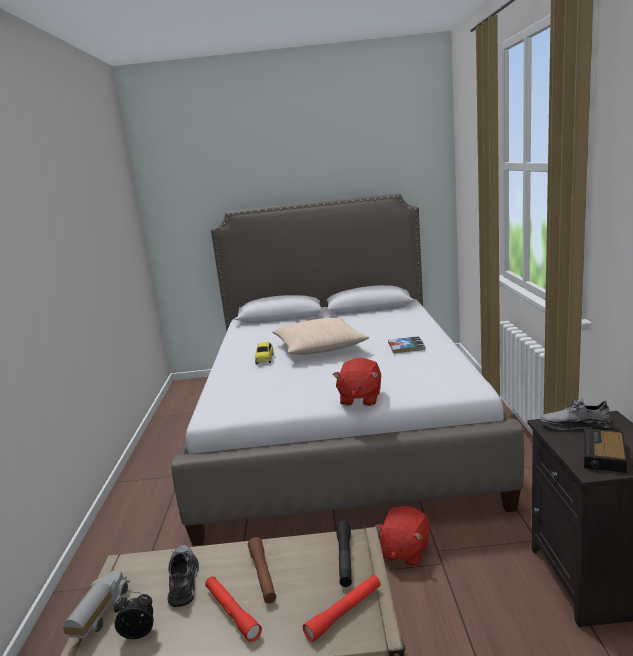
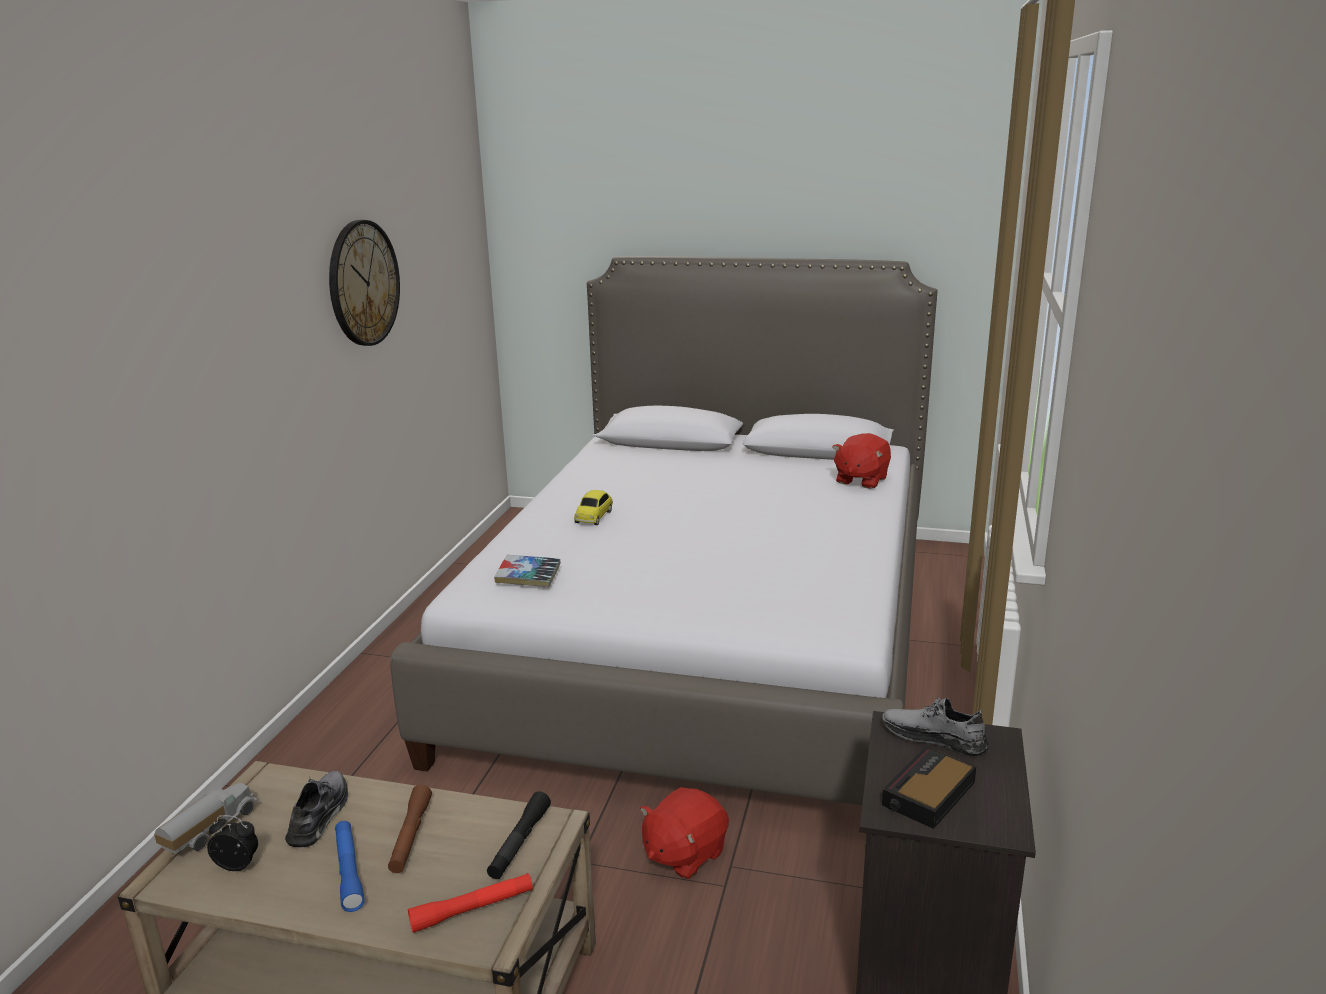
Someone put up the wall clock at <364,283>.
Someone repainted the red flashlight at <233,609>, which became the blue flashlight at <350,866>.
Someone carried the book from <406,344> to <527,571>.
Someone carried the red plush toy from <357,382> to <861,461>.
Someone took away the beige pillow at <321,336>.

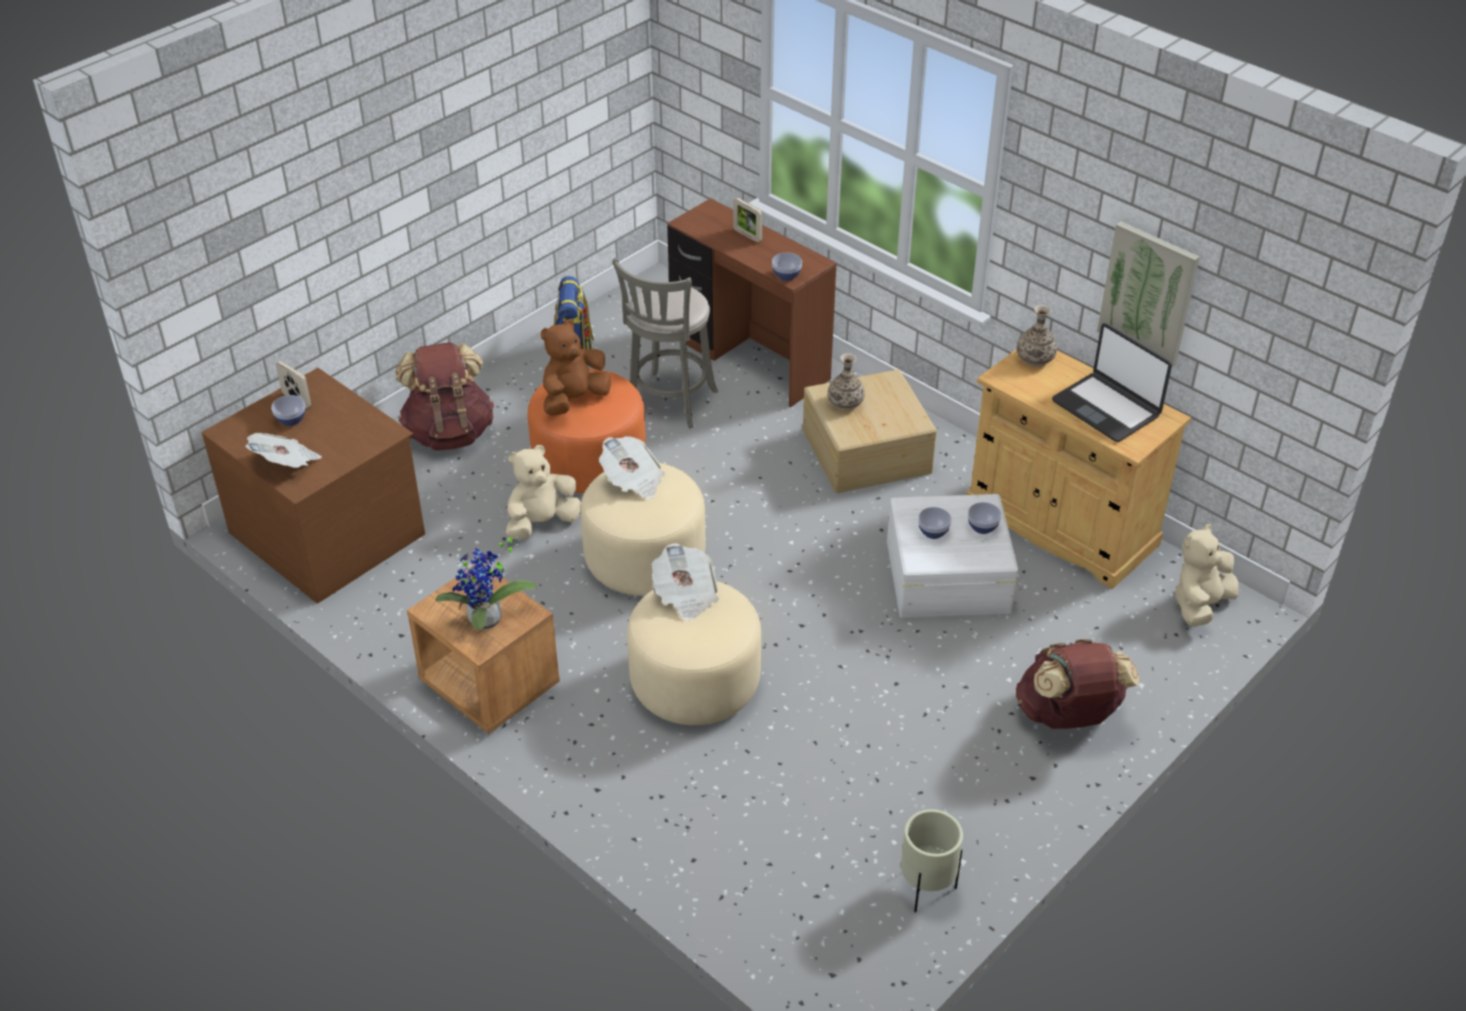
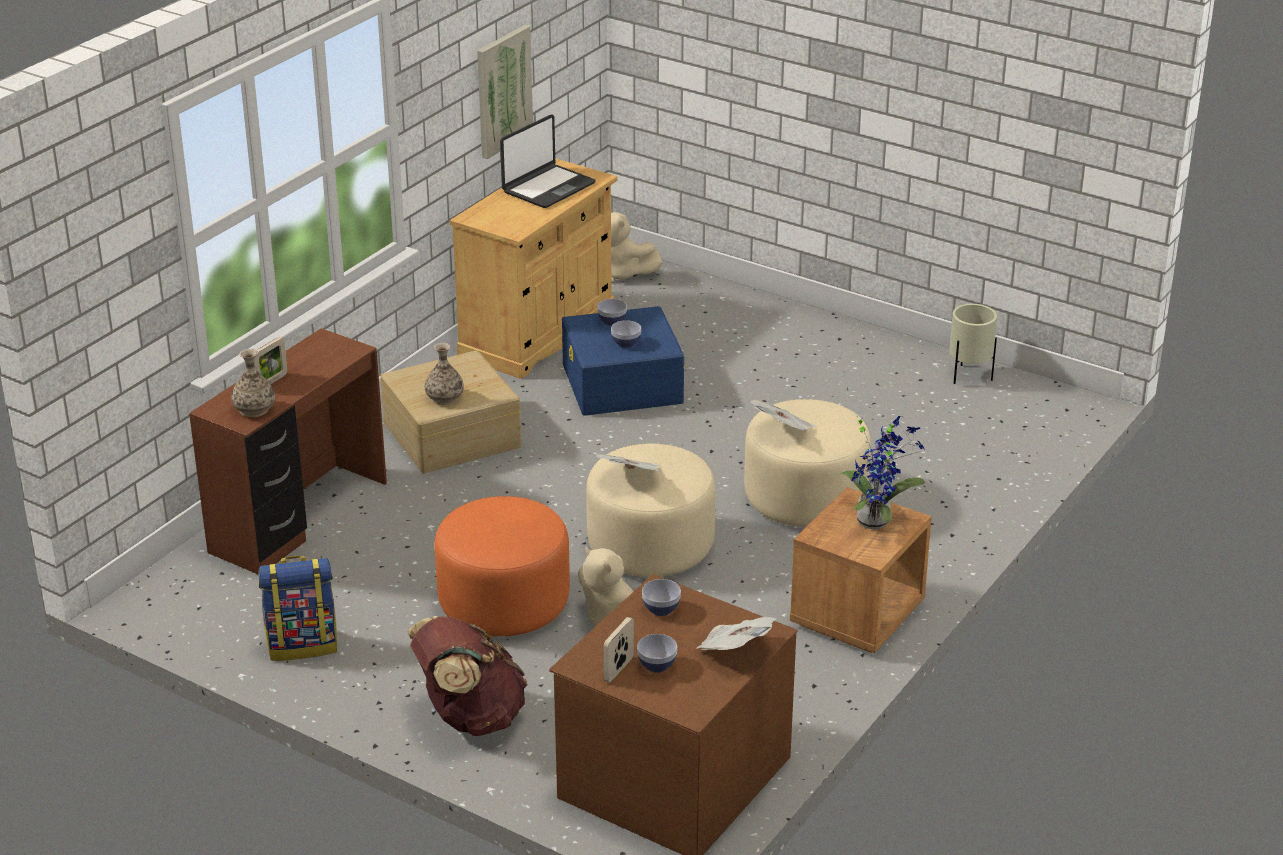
Someone carried the vase from <1036,336> to <253,383>.
Someone repainted the white storage box at <952,556>, which became the blue storage box at <623,361>.
Someone carried the bowl from <787,266> to <661,597>.
Someone took away the brown plush toy at <576,367>.
Someone took away the grey stool at <665,343>.
Someone took away the brown backpack at <1077,684>.

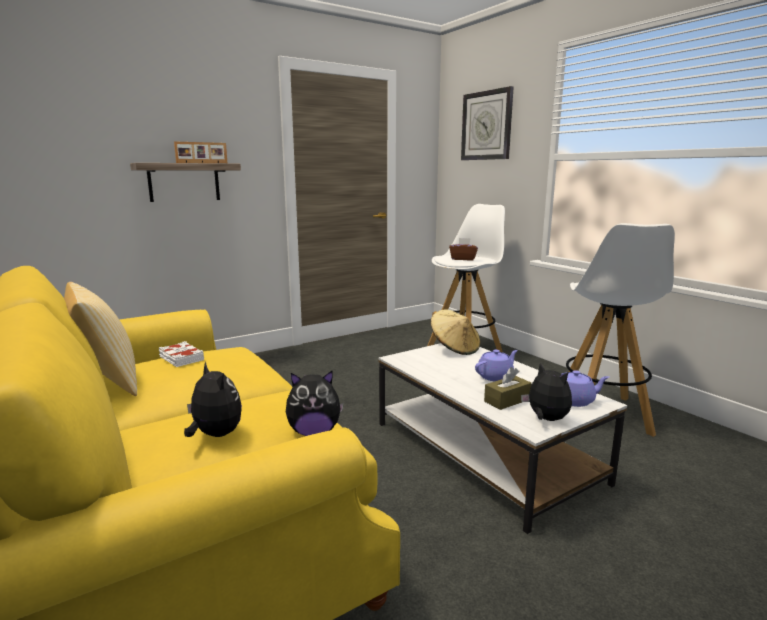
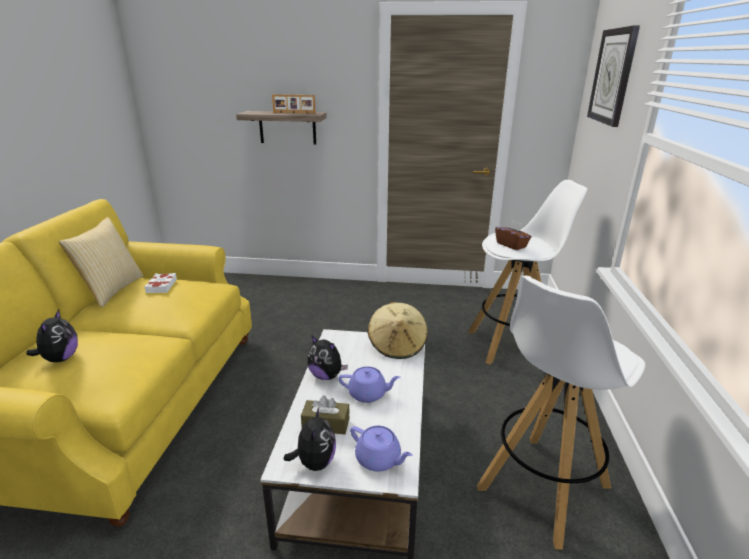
Someone carried the plush toy from <315,403> to <327,358>.

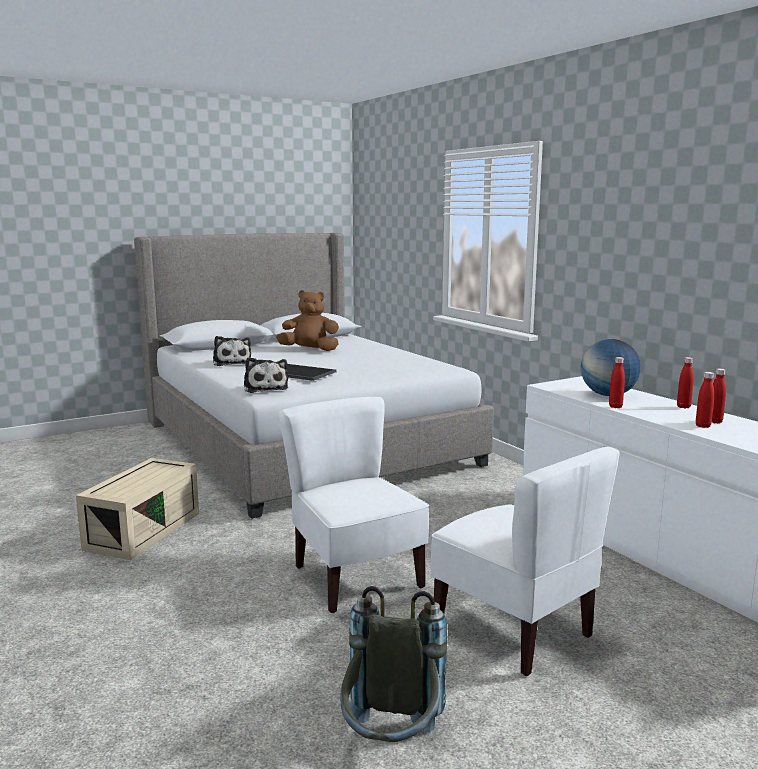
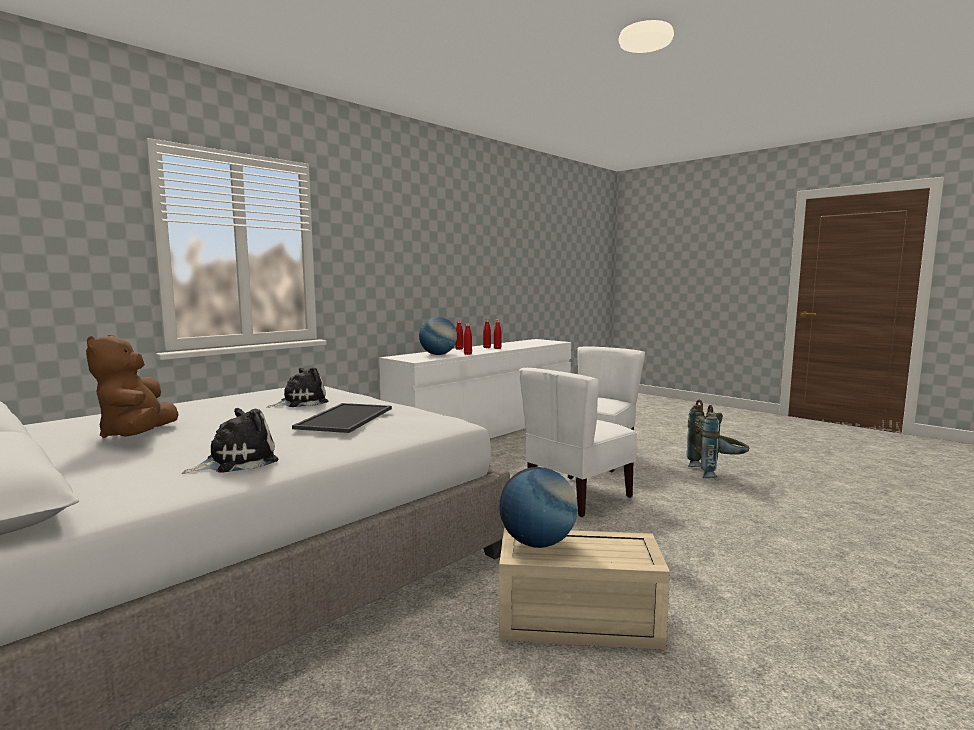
Someone carried the plush toy from <266,375> to <297,387>.
Someone put down the globe at <538,507>.

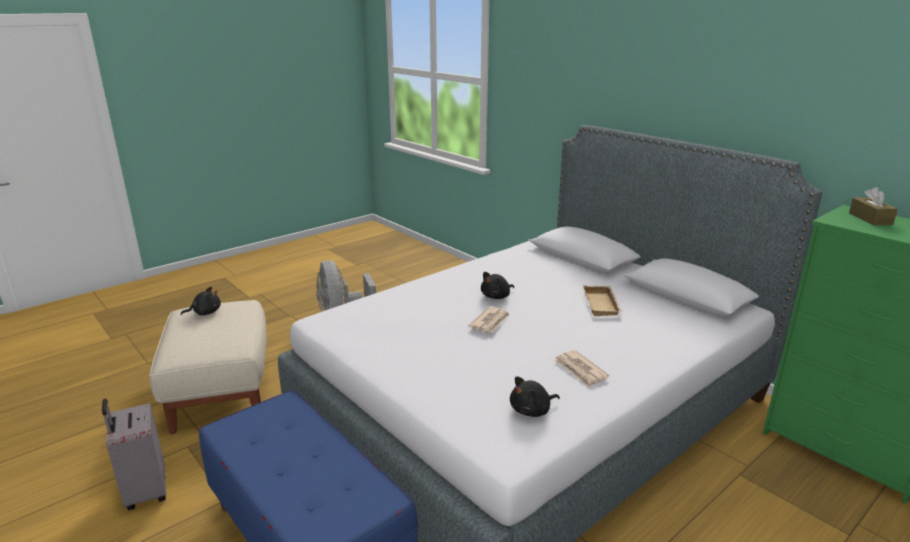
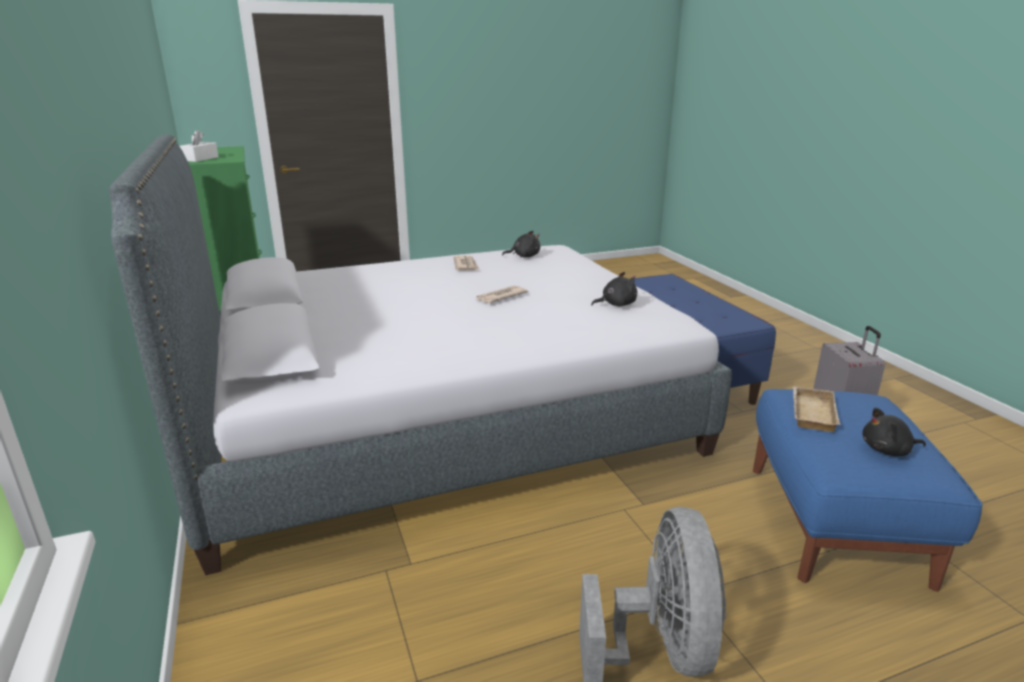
Someone repainted the brown tissue box at <873,206>, which became the white tissue box at <199,146>.
Someone carried the black plush toy from <497,285> to <614,289>.
Someone repainted the beige ottoman at <207,367>, which became the blue ottoman at <867,490>.
Someone carried the beige tray from <603,300> to <816,409>.

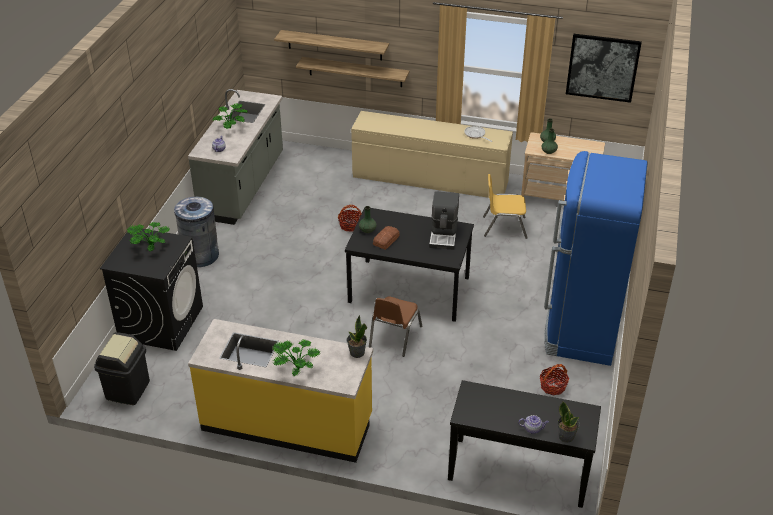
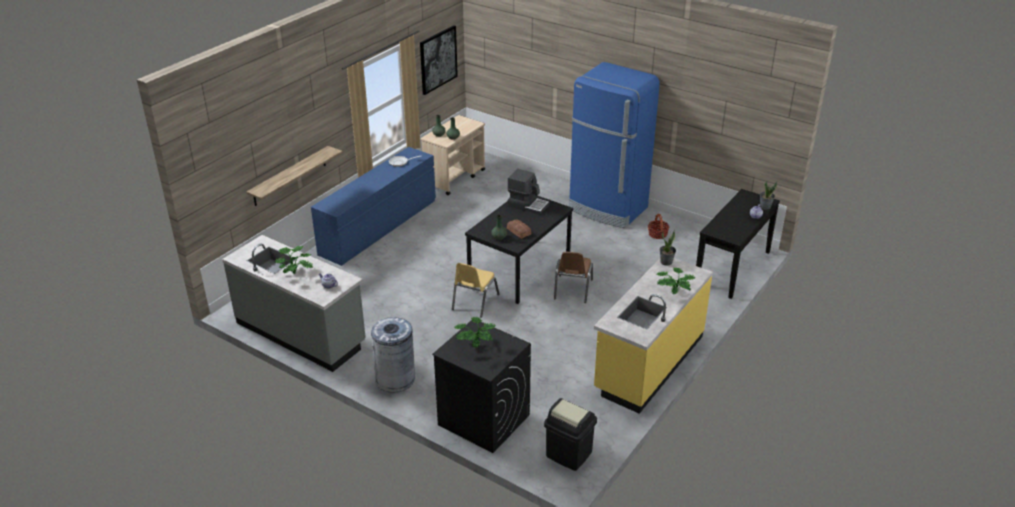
Someone repainted the beige dresser at <432,154>, which became the blue dresser at <373,206>.
Someone carried the yellow chair from <505,206> to <476,290>.
Someone rotated the brown chair at <395,327> by 60 degrees clockwise.
Someone took away the shelf at <331,45>.
Someone took away the basket at <349,218>.

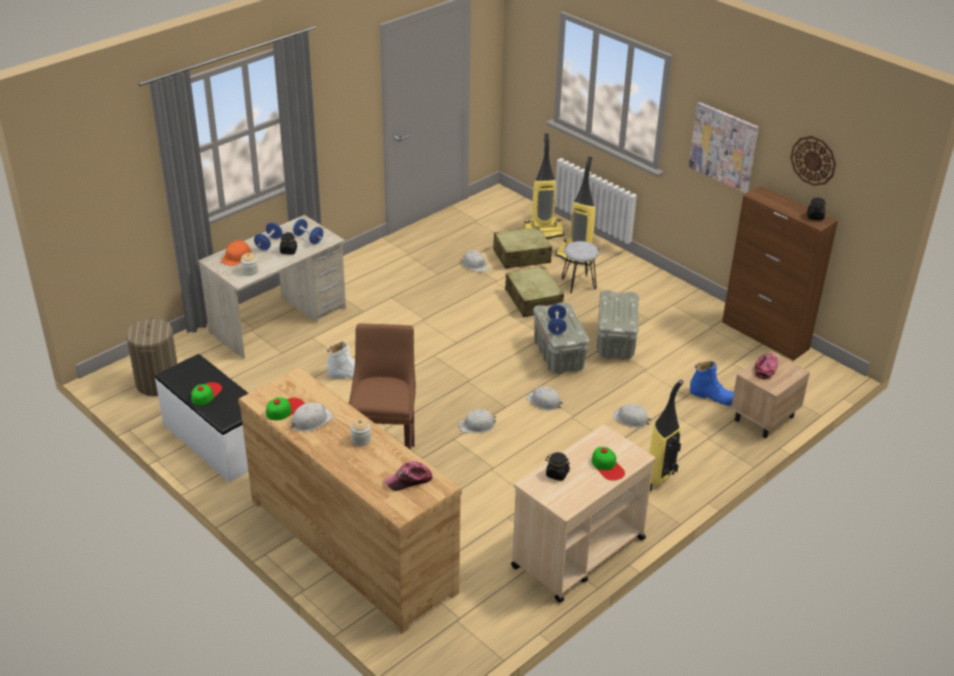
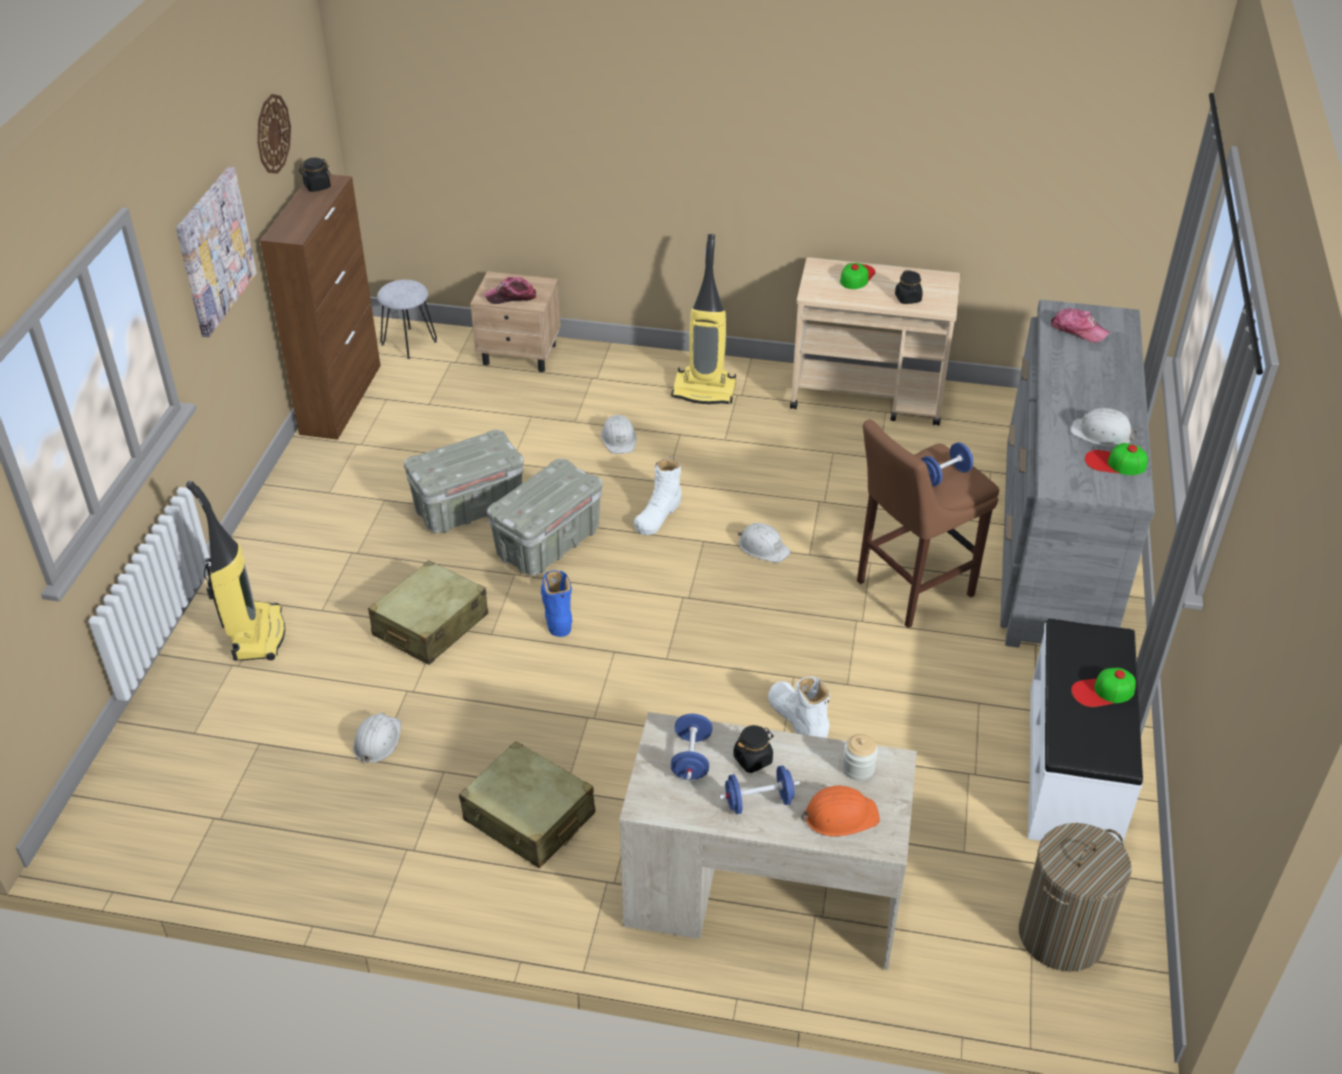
Someone carried the grey stool from <580,267> to <407,319>.
Someone carried the beige suitcase from <522,248> to <527,804>.
Someone carried the blue boot from <712,383> to <556,603>.
Someone swapped the white hard hat at <544,398> for the white boot at <658,496>.
Someone carried the blue dumbbell from <557,319> to <947,464>.
Someone repainted the brown dresser at <350,500>, which became the grey dresser at <1077,474>.
Someone took away the jar at <361,432>.
Someone took away the vacuum cleaner at <544,186>.

